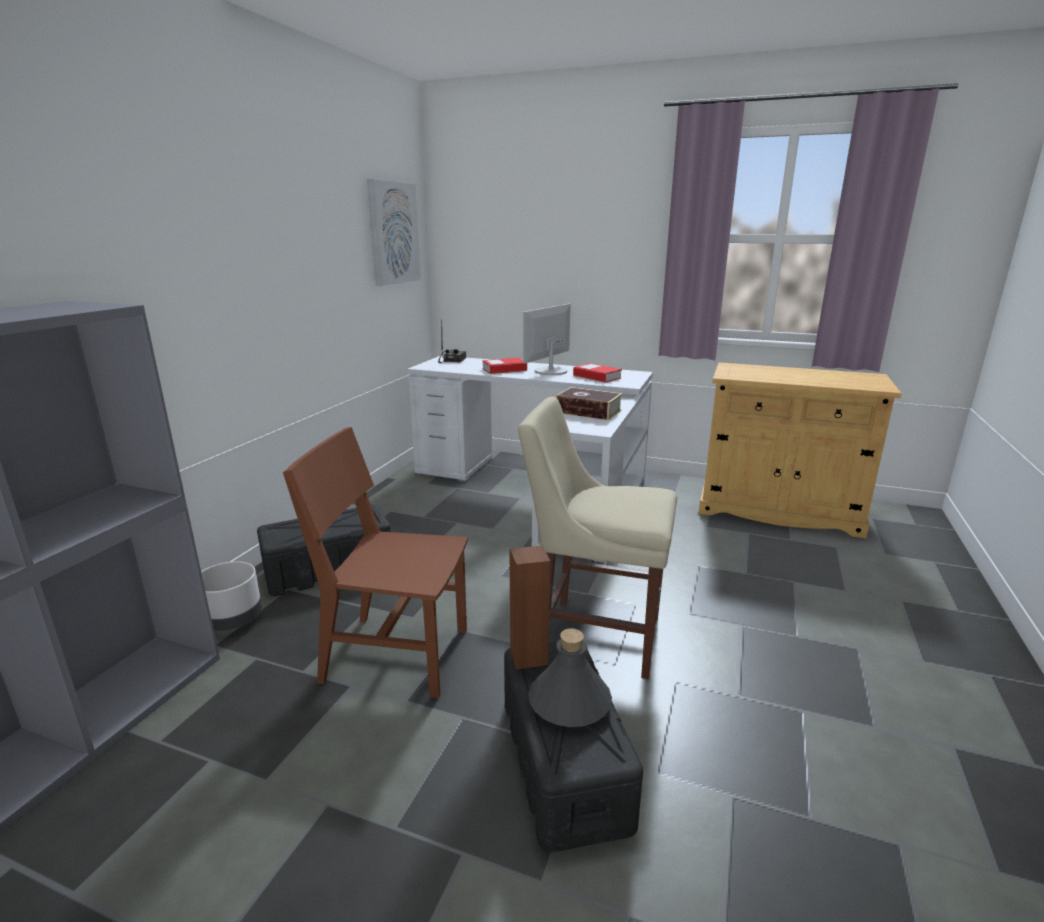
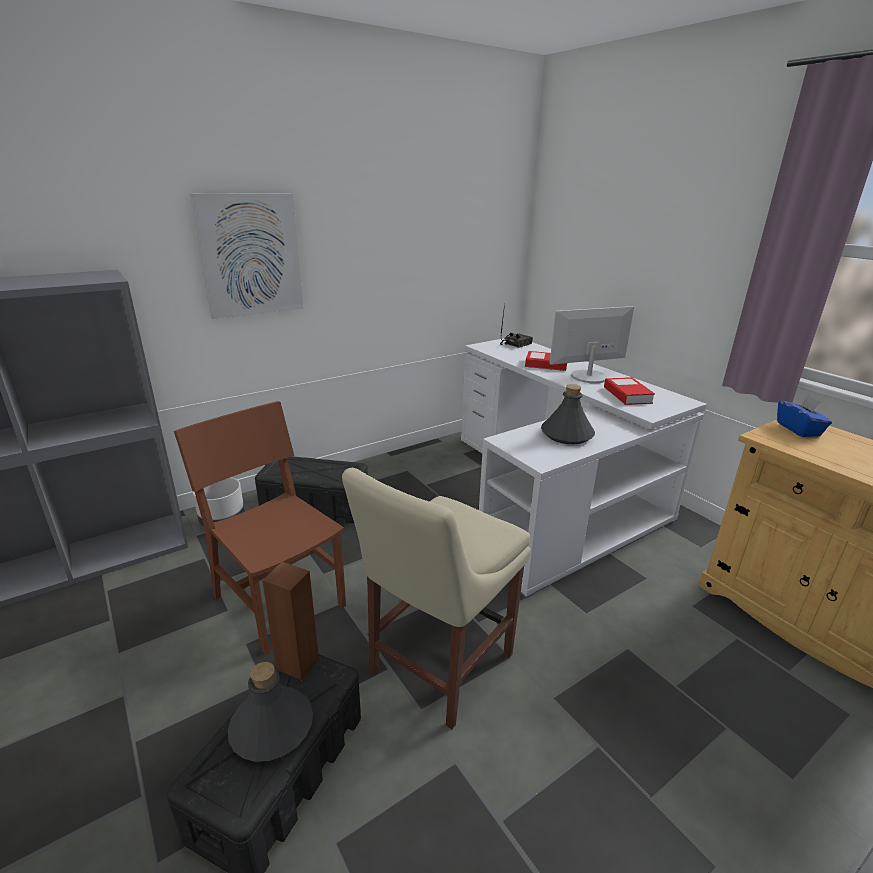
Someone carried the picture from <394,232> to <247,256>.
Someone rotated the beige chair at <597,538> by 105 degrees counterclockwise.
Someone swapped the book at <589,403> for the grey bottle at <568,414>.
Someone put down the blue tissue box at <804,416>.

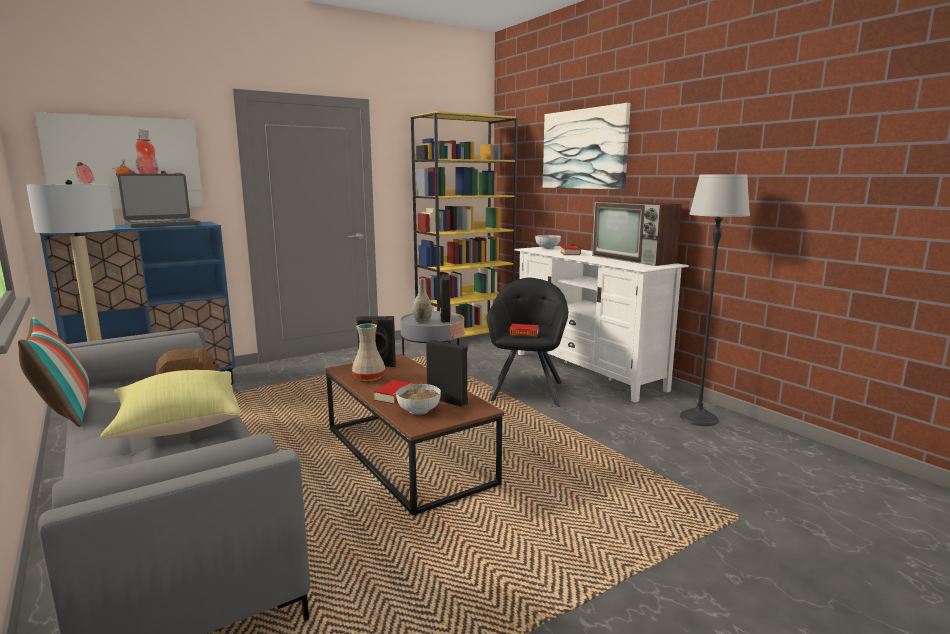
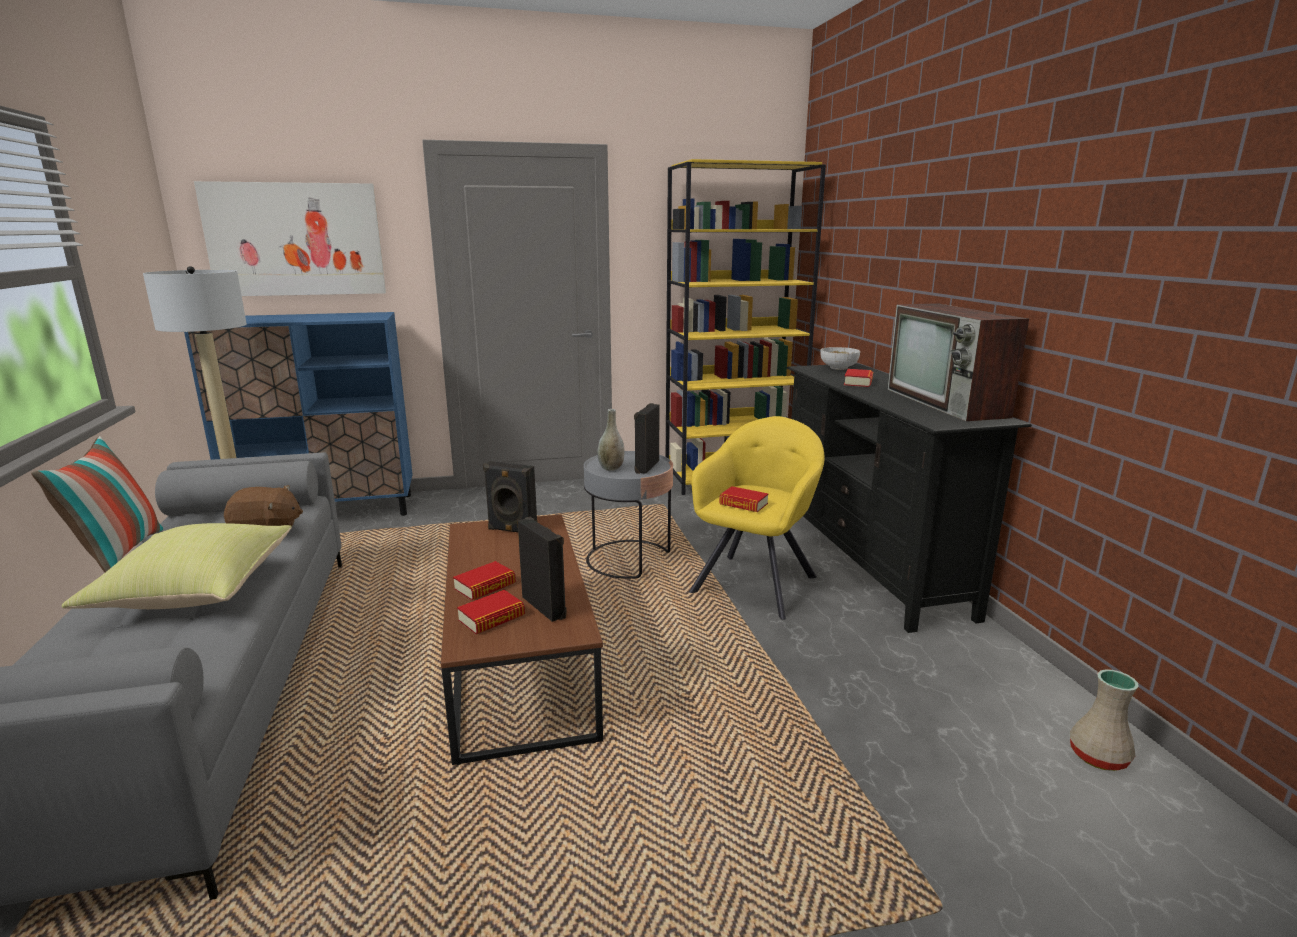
Someone swapped the bowl at <418,399> for the book at <491,612>.
Someone repainted the black armchair at <527,342>, which became the yellow armchair at <757,518>.
Someone repainted the white tv stand at <601,324>, which became the black tv stand at <909,498>.
Someone carried the beige vase from <369,352> to <1104,720>.
Someone took away the laptop at <159,201>.
Someone took away the picture at <587,146>.
Someone took away the floor lamp at <714,300>.

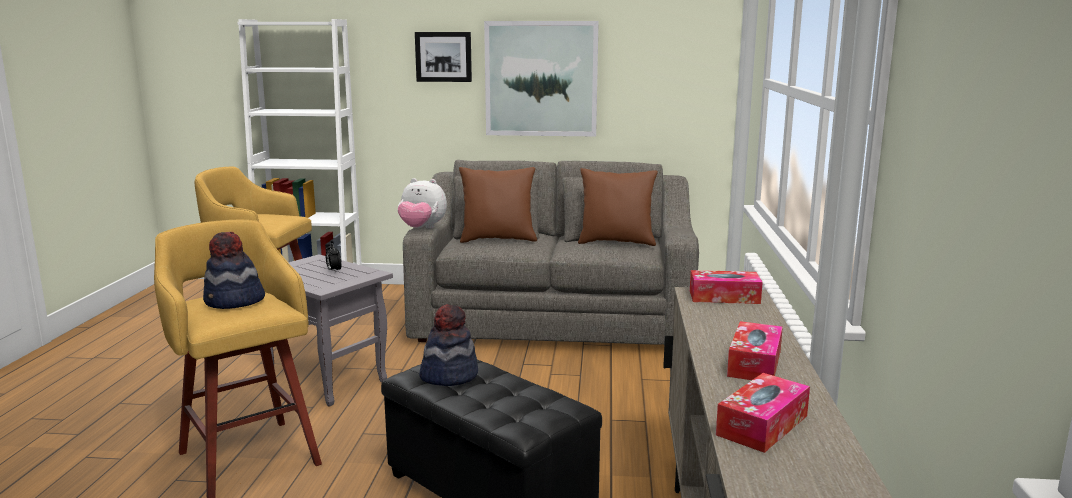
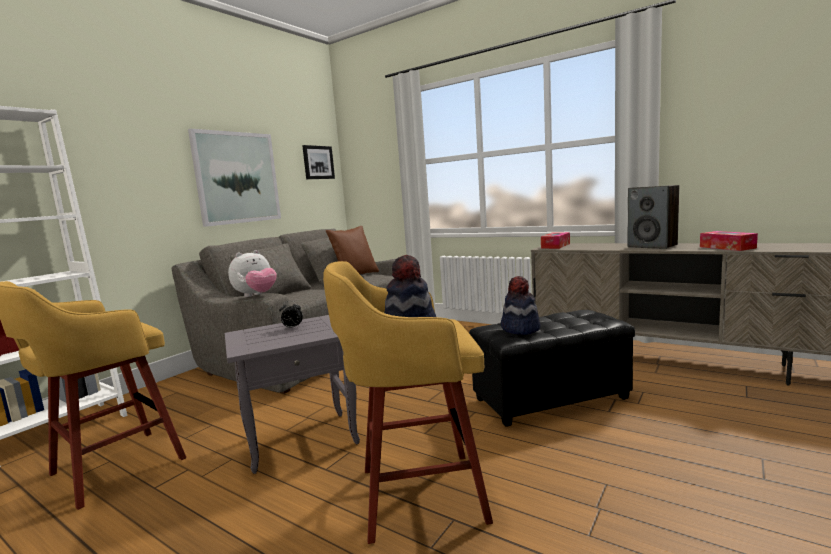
Someone carried the picture from <443,57> to <318,162>.
Someone swapped the tissue box at <755,350> for the speaker at <653,217>.
Someone took away the brown pillow at <498,205>.

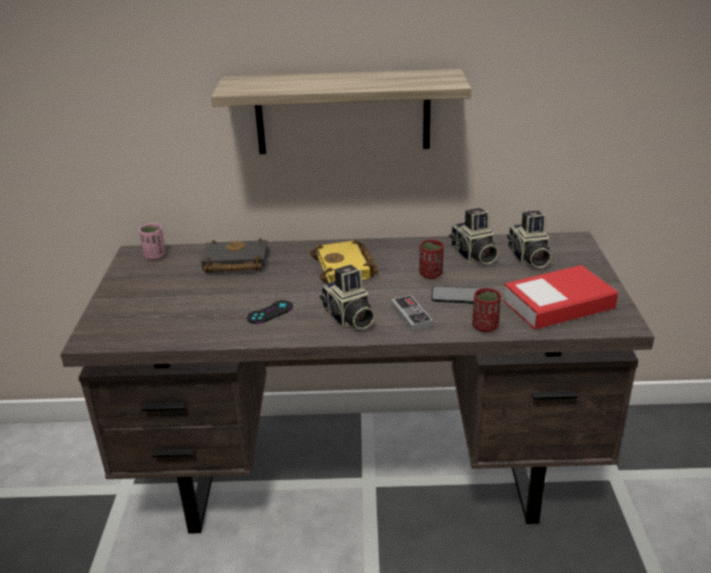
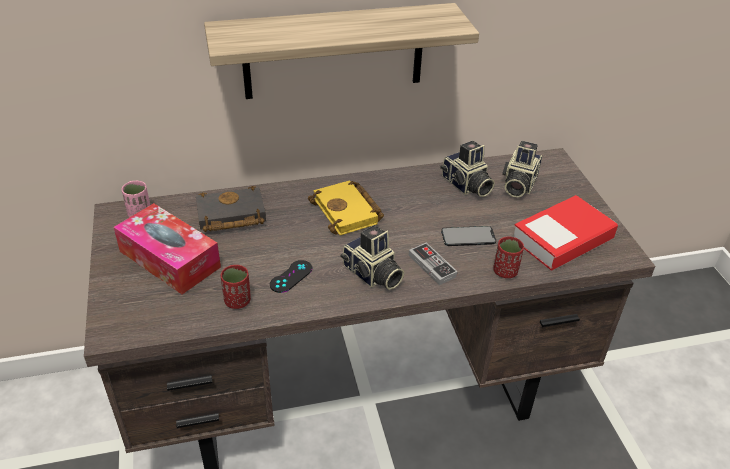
Someone put down the tissue box at <167,248>.
Someone carried the red cup from <431,259> to <236,287>.
Someone rotated the photo camera at <529,239> by 45 degrees clockwise.

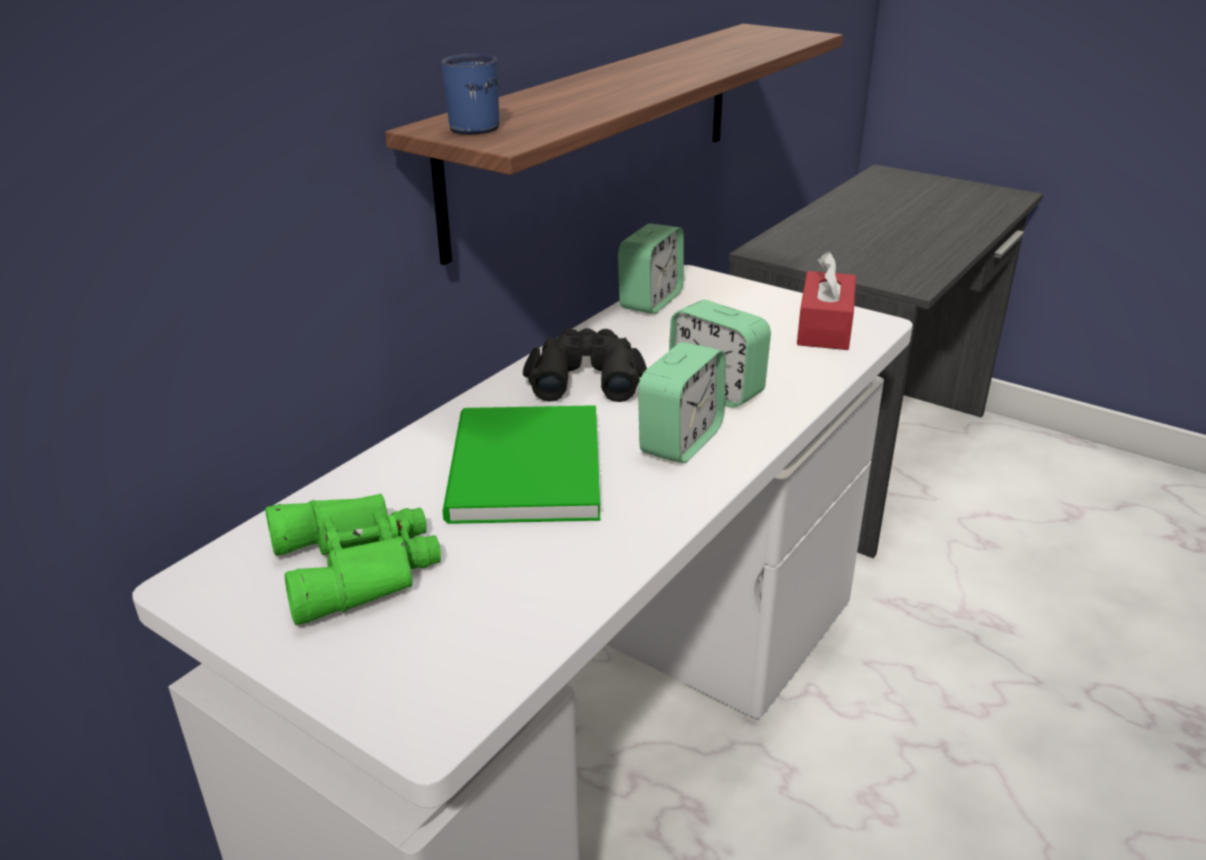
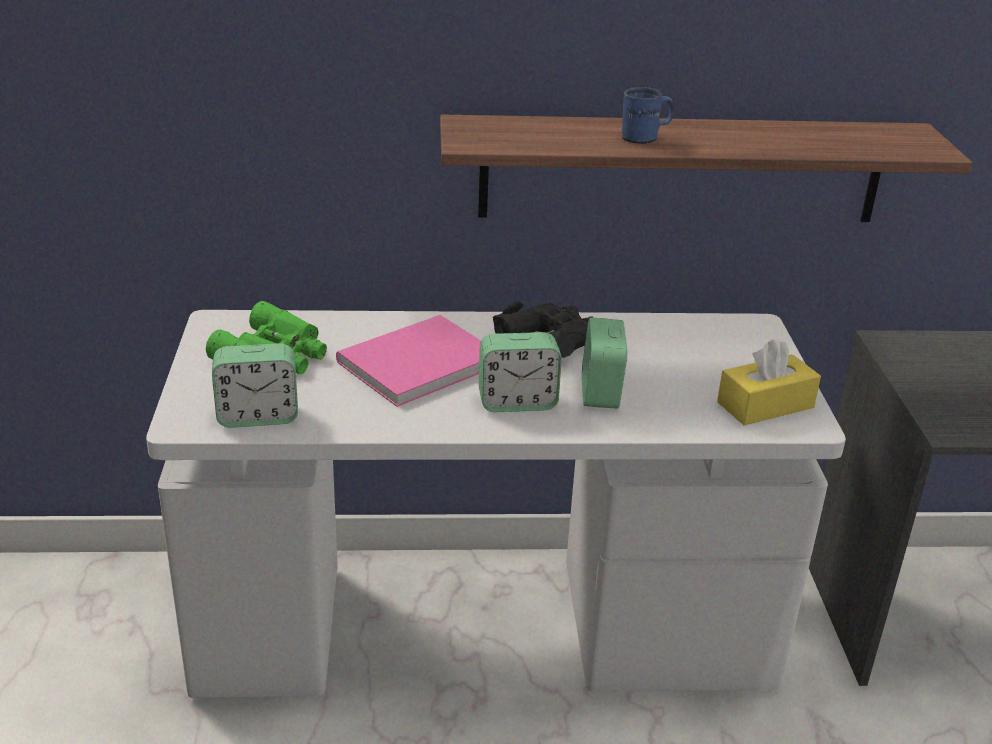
Someone carried the alarm clock from <651,269> to <255,385>.
Someone repainted the green book at <521,464>, which became the pink book at <408,361>.
Someone carried the blue mug from <470,94> to <648,115>.
Someone repainted the red tissue box at <826,300>, which became the yellow tissue box at <769,381>.

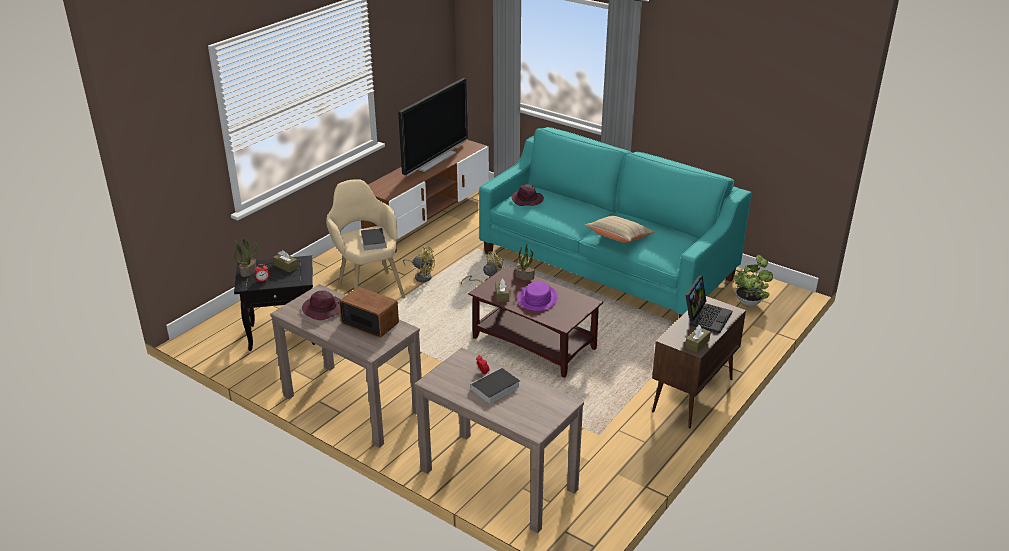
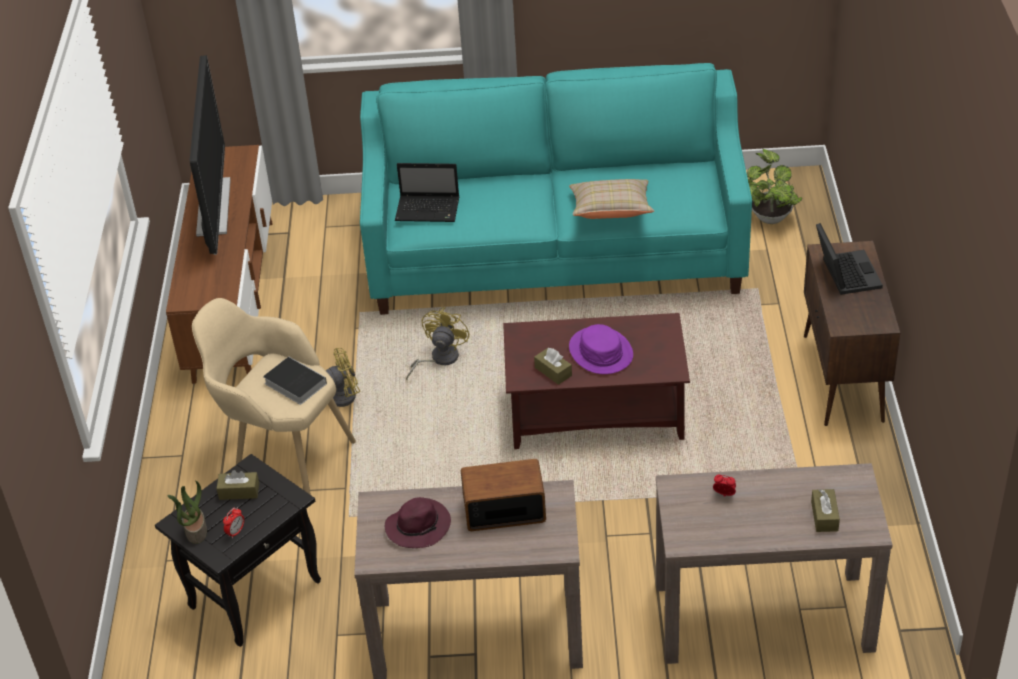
Someone swapped the purple hat at <527,195> for the laptop at <427,192>.
Someone carried the brown tissue box from <698,338> to <825,510>.
Someone took away the book at <494,386>.
Someone took away the potted plant at <524,261>.

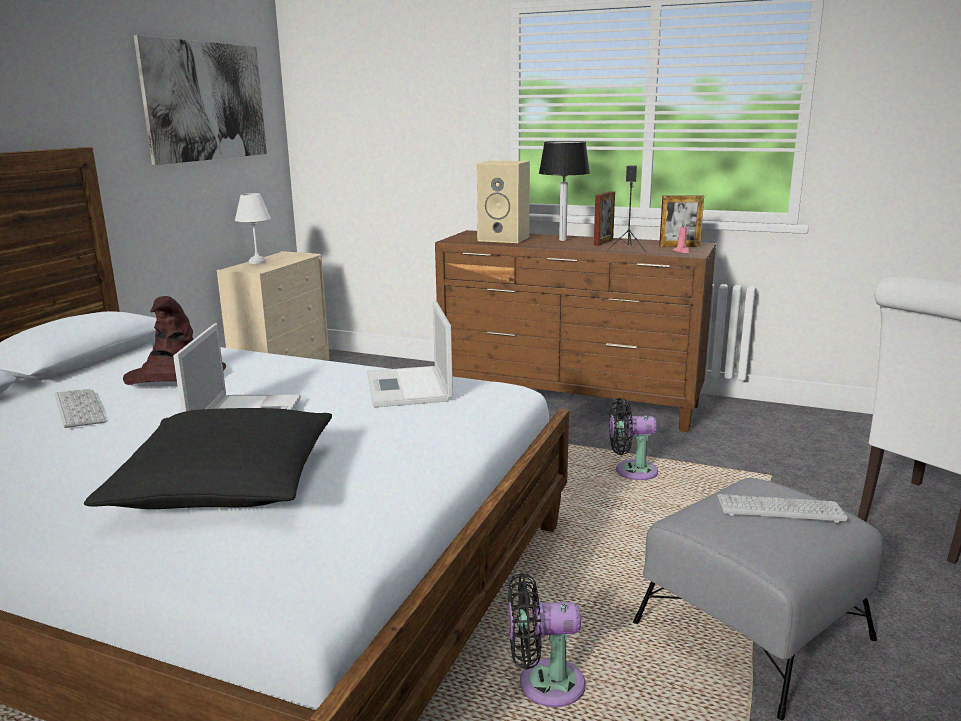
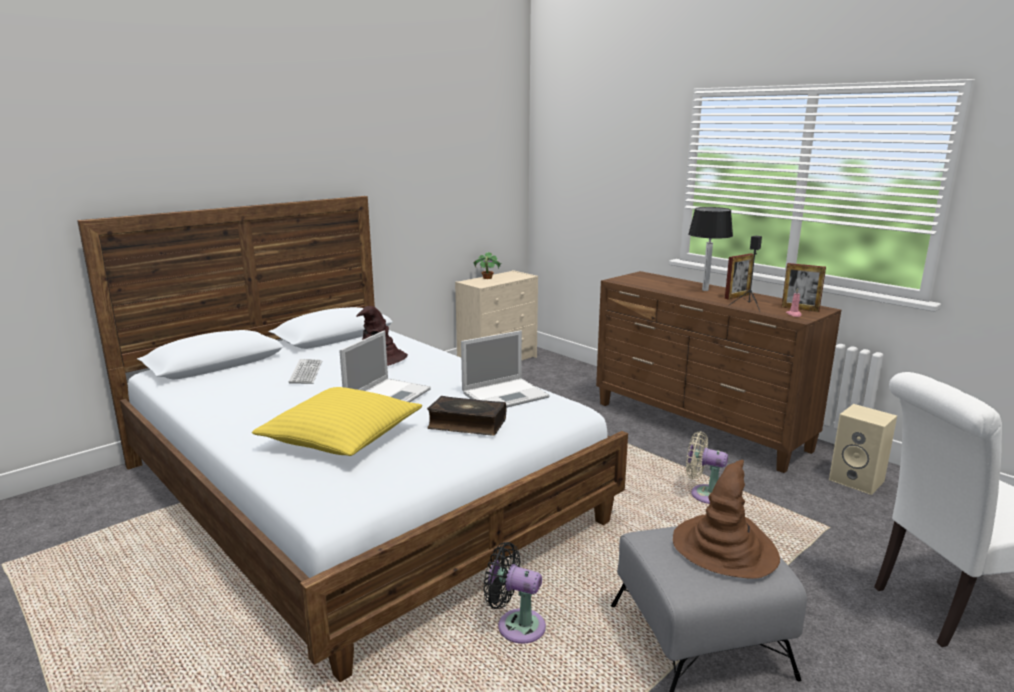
Someone repainted the black pillow at <208,458>, which became the yellow pillow at <337,421>.
Someone put down the book at <467,416>.
Someone rotated the laptop at <410,353> by 135 degrees counterclockwise.
Someone swapped the white table lamp at <253,228> for the potted plant at <487,265>.
Someone swapped the keyboard at <782,508> for the brown hat at <726,519>.
Someone repainted the black fan at <633,439>, which became the beige fan at <707,467>.
Someone carried the beige speaker from <503,202> to <863,449>.
Someone took away the picture at <200,100>.

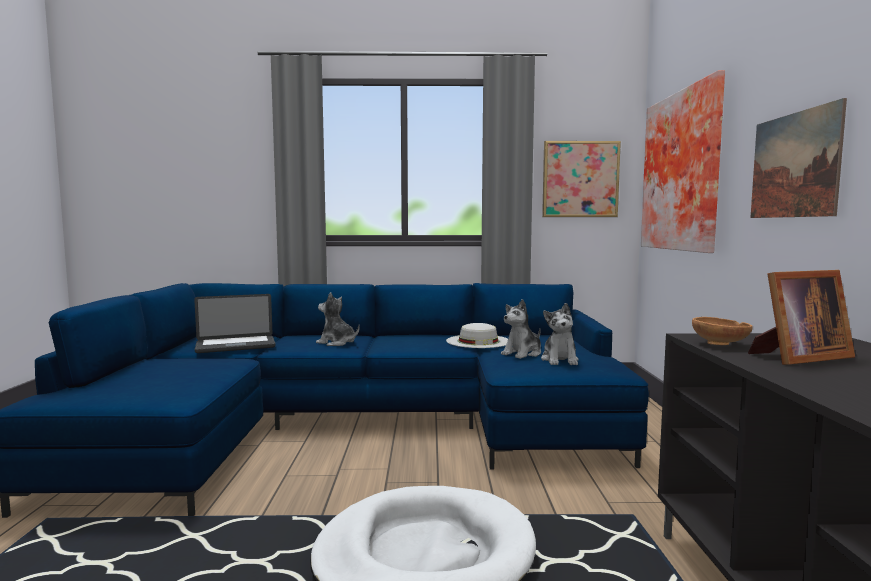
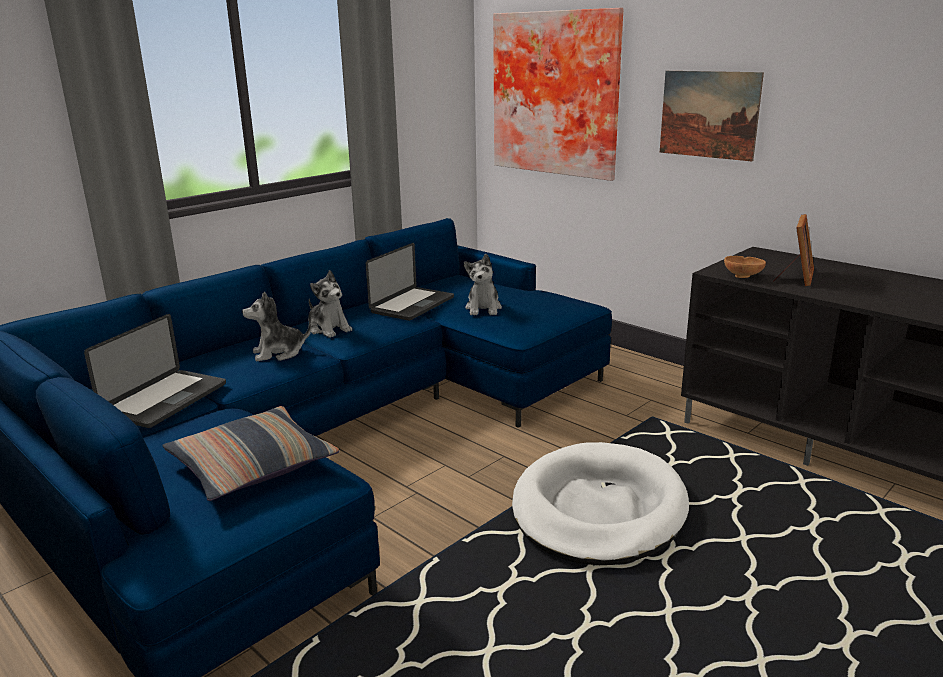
Someone put down the pillow at <251,453>.
Someone carried the plush toy from <560,334> to <330,304>.
Someone swapped the white hat at <477,335> for the laptop at <410,282>.
Someone took away the picture at <581,179>.

